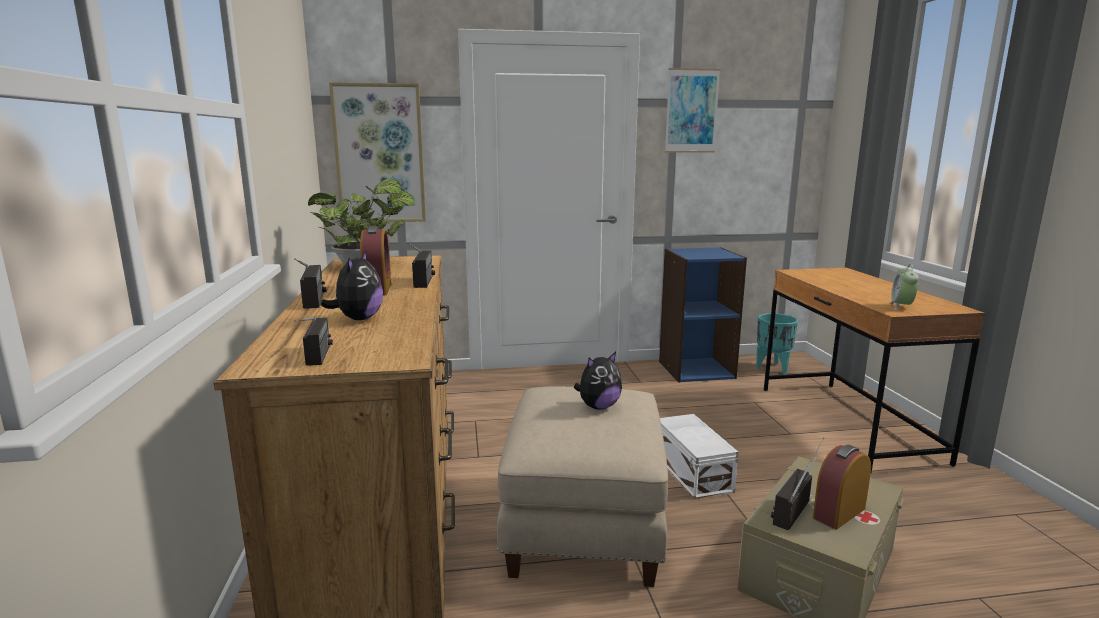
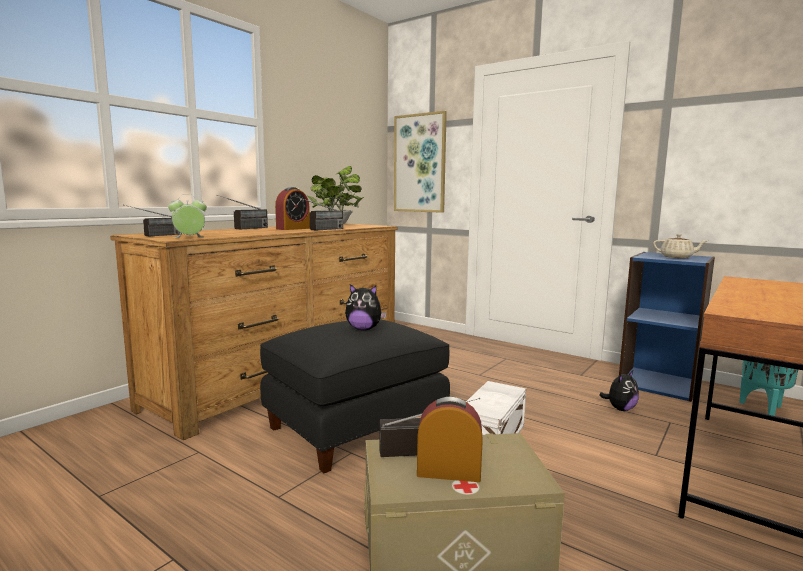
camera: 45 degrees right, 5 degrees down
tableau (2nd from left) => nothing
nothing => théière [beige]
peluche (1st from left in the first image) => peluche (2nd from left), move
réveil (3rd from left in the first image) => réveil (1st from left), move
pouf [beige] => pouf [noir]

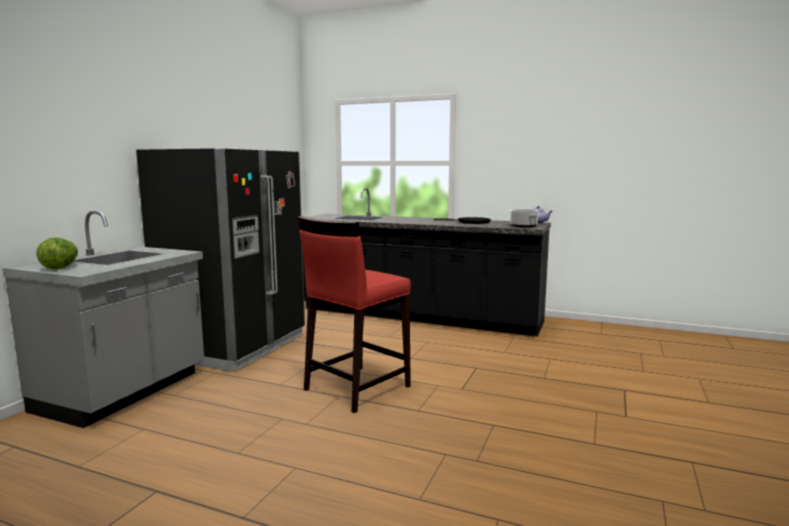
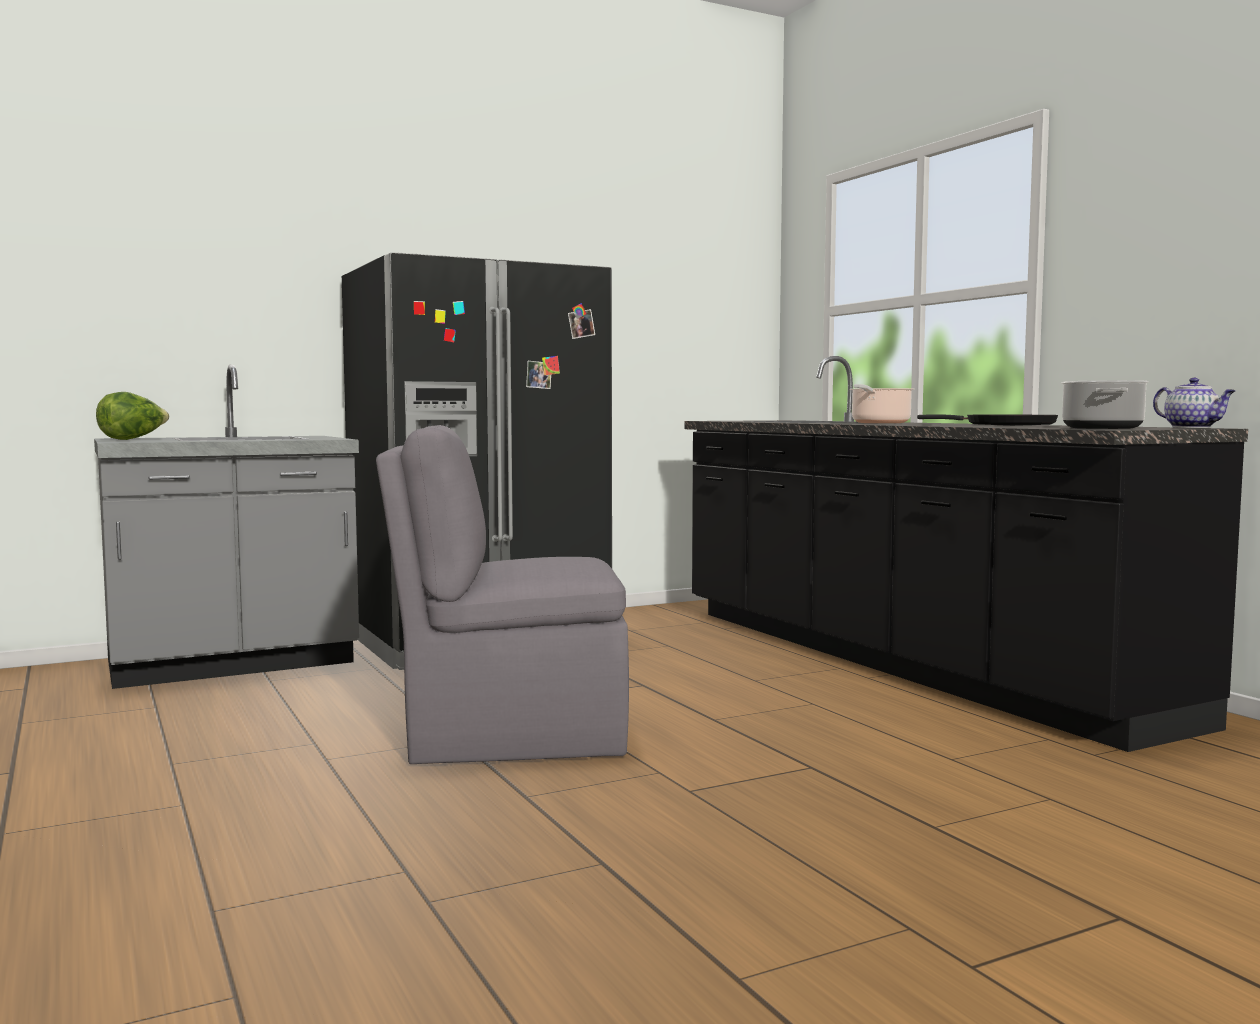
camera: 40 degrees right, 5 degrees down
nothing => marmite (1st from left)
tabouret [rouge] => chaise [gris]

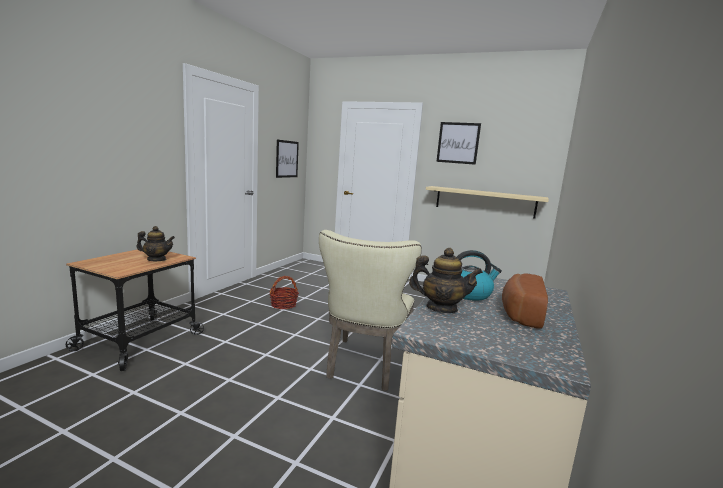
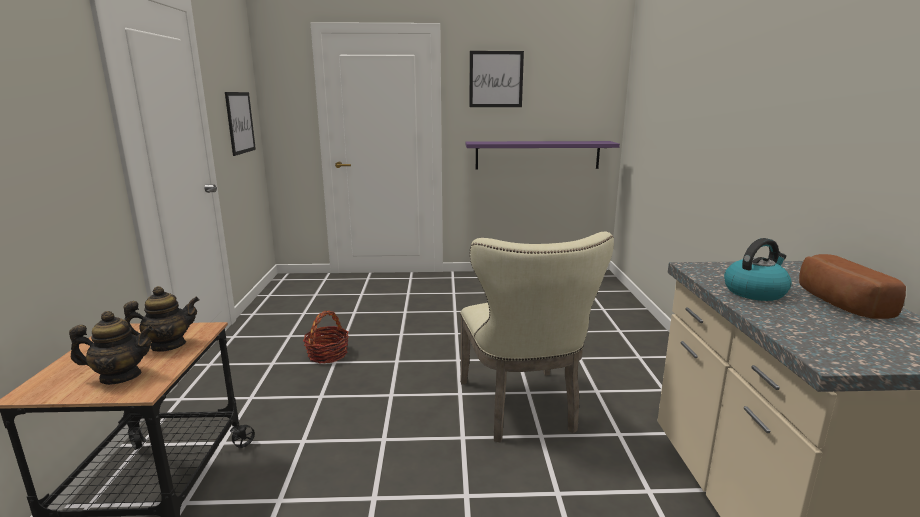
camera: 25 degrees left, 5 degrees up
théière (2nd from left in the first image) => théière (1st from left), move
étagère [beige] => étagère [violet]

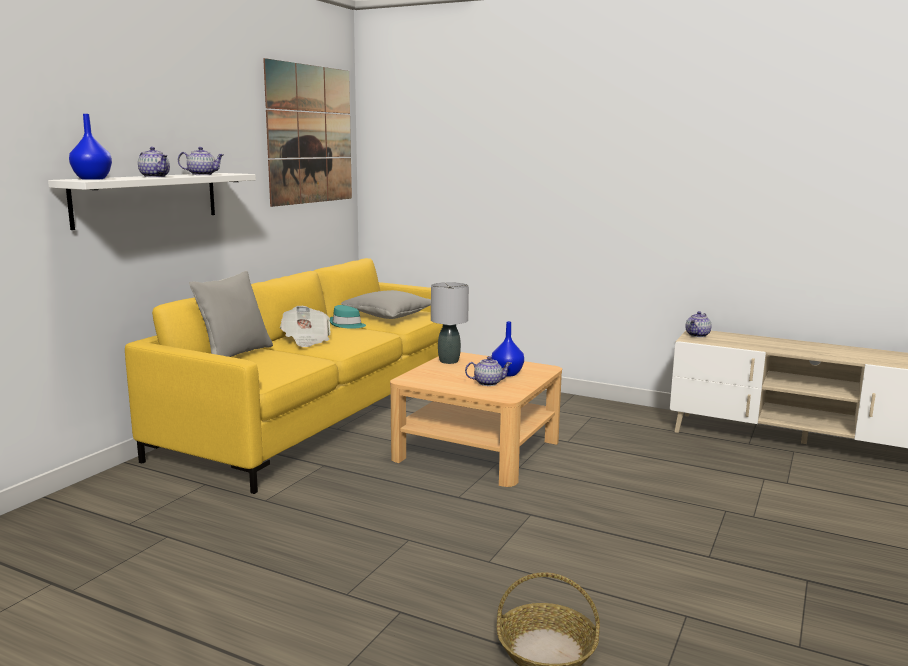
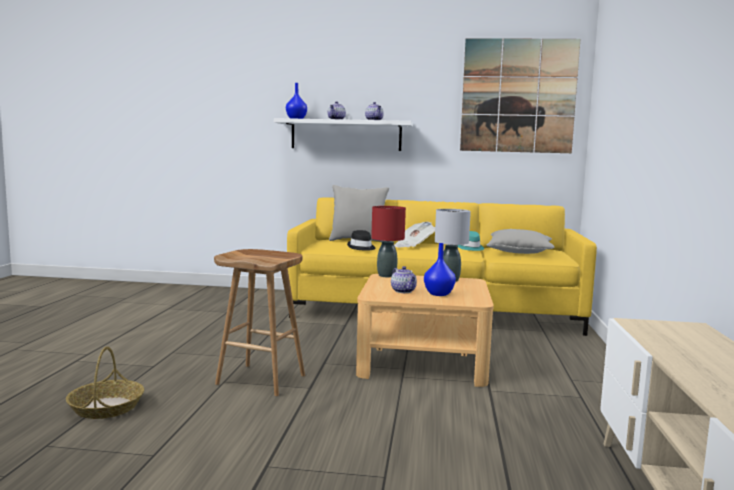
camera: 70 degrees right, 5 degrees down
théière (4th from left) => nothing
nothing => tabouret [marron]
nothing => chapeau [noir]
nothing => lampe de table [rouge]

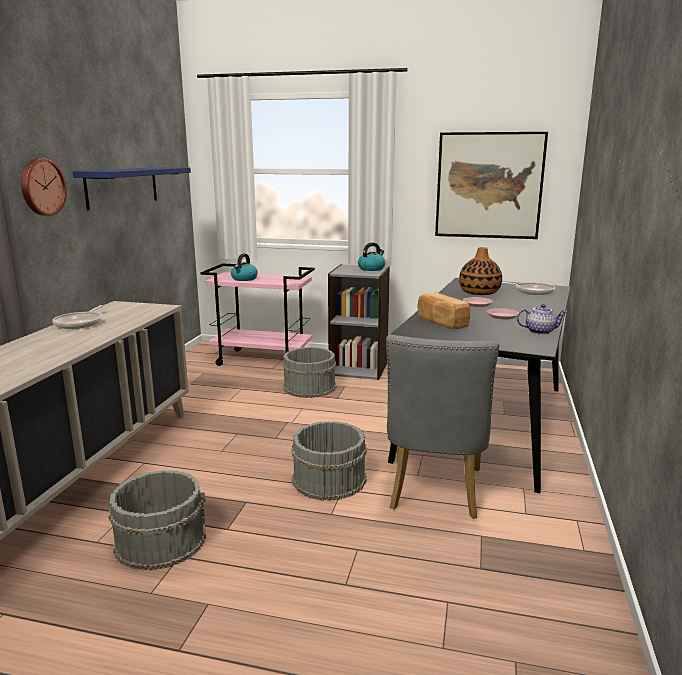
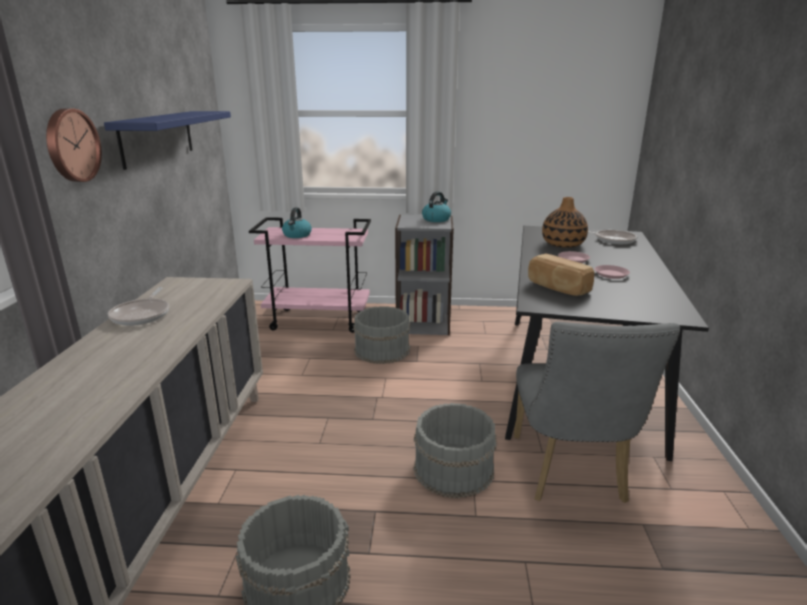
camera: 10 degrees left, 5 degrees up
tableau => nothing
théière => nothing

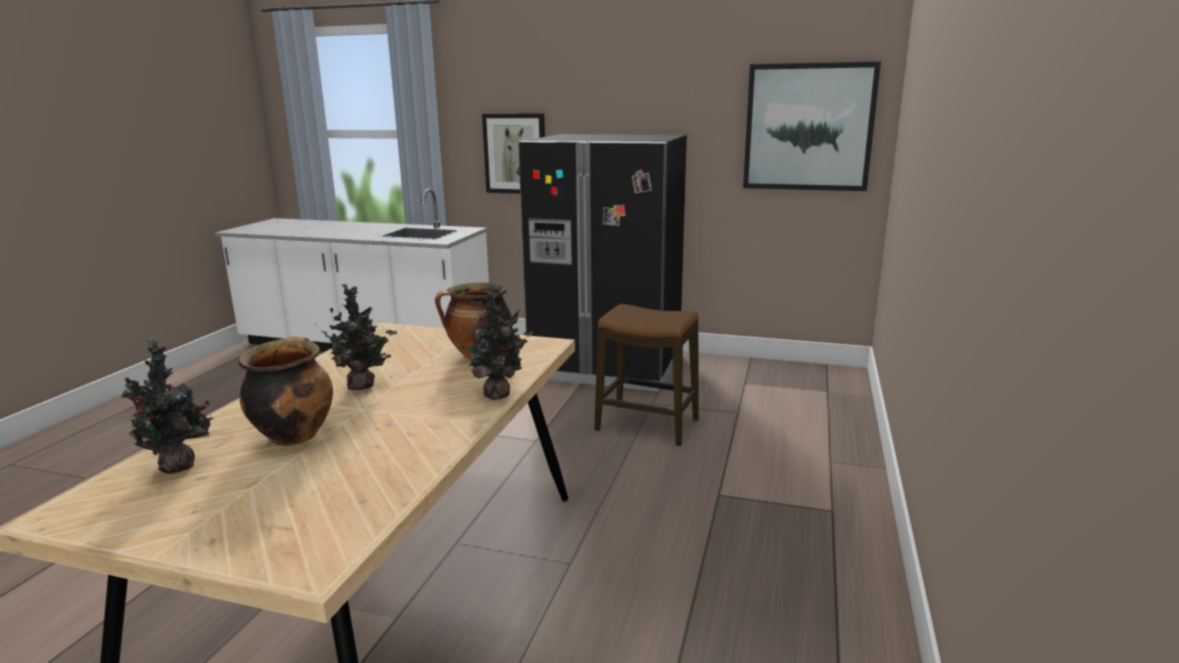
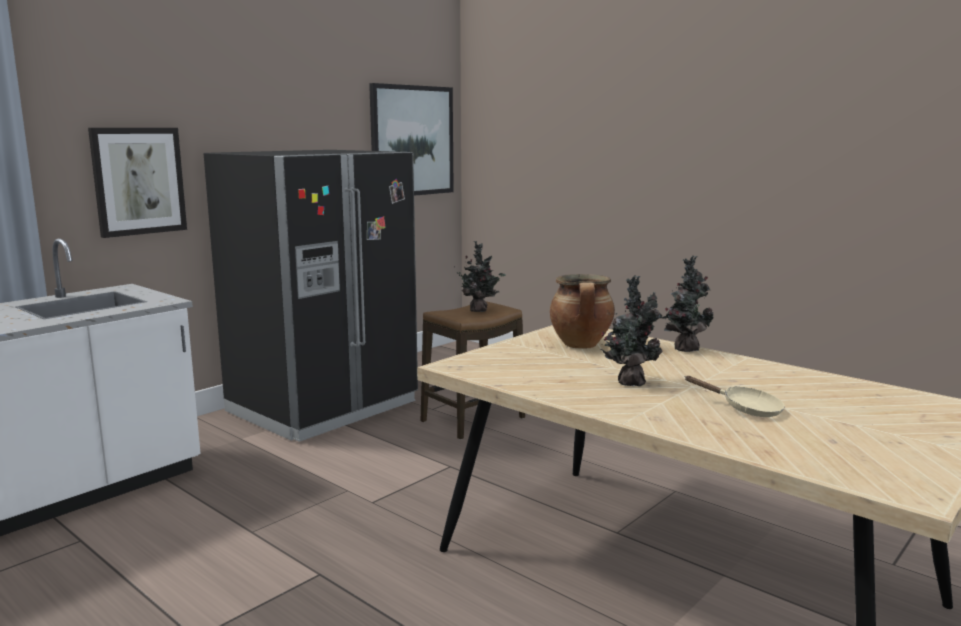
camera: 65 degrees left, 5 degrees down
plante en pot (1st from left), move
marmite (1st from left) => poêle [beige]

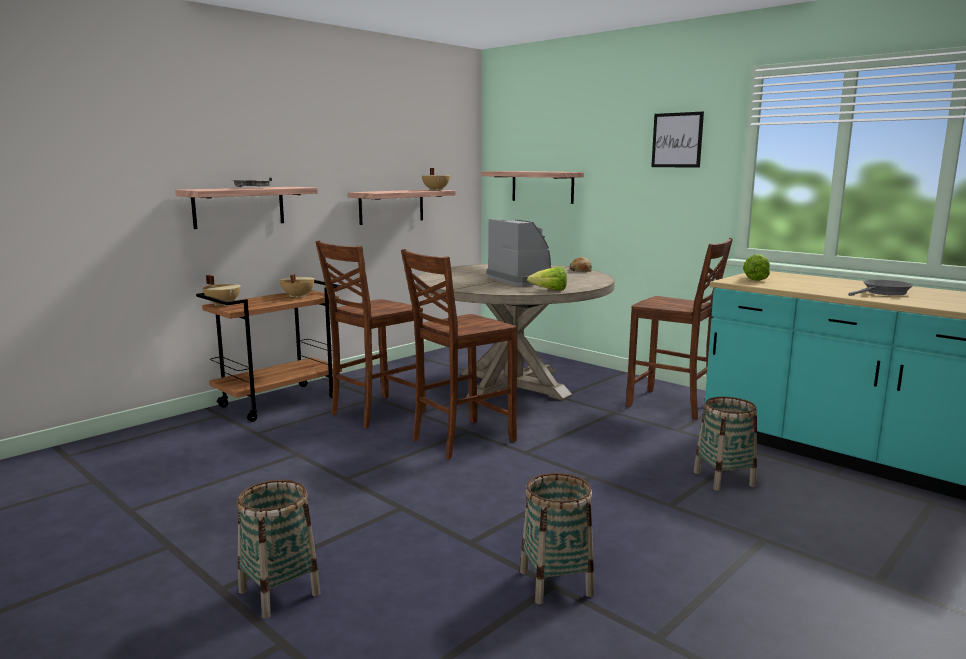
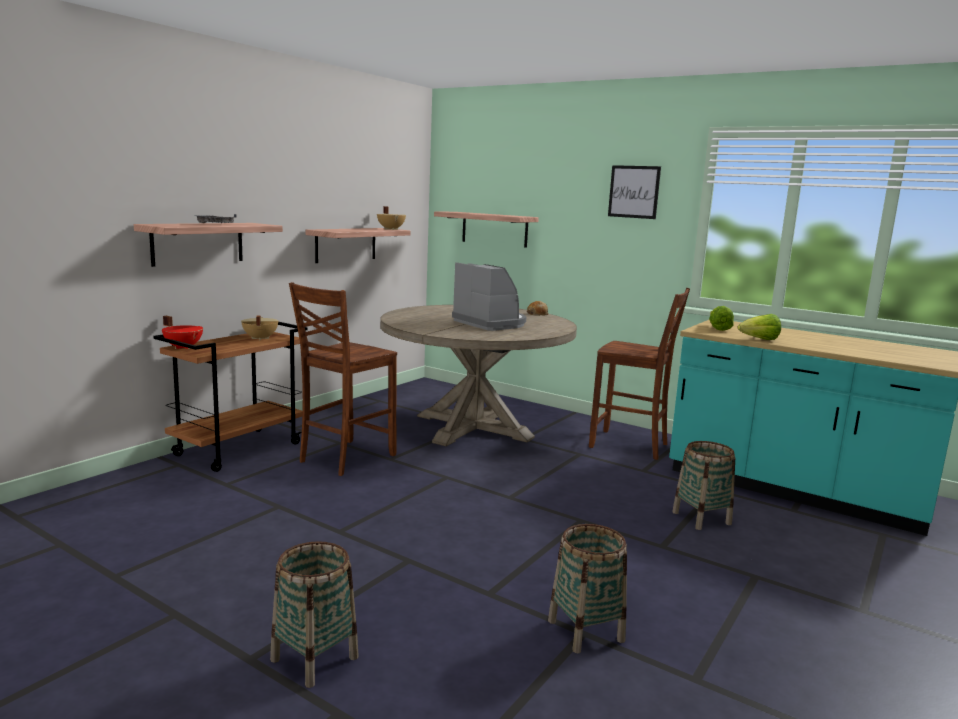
camera: 10 degrees left, 0 degrees up
chaise [marron] (2nd from left) => nothing
poêle [gris] => nothing
laitue (1st from left in the first image) => laitue (2nd from left), move
marmite [beige] (1st from left) => marmite [rouge]

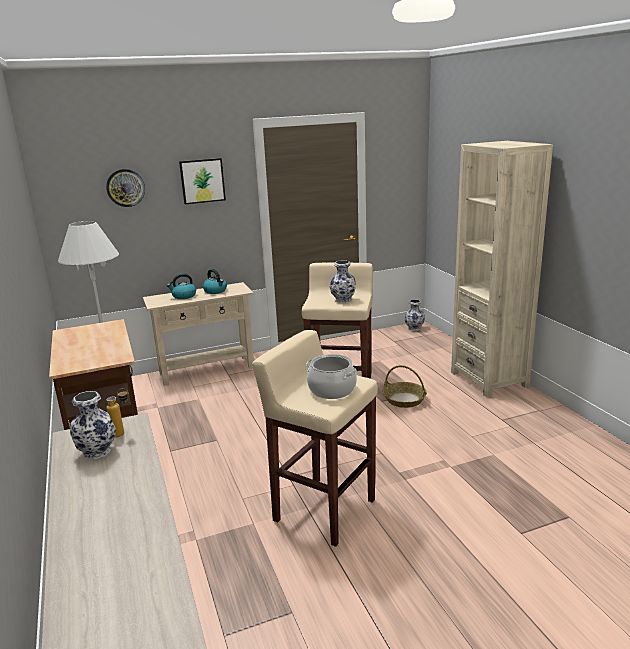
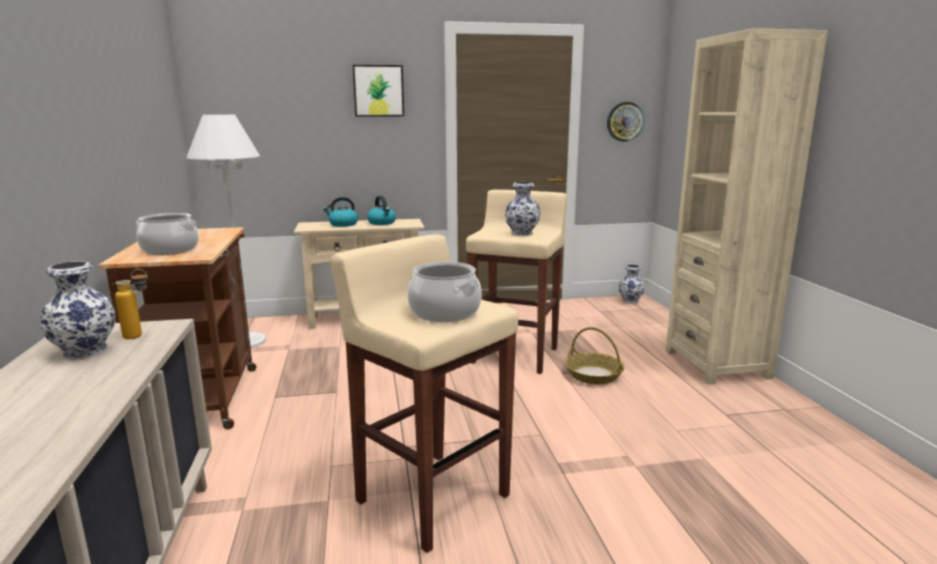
camera: 10 degrees right, 5 degrees down
nothing => marmite (1st from left)
horloge murale, move

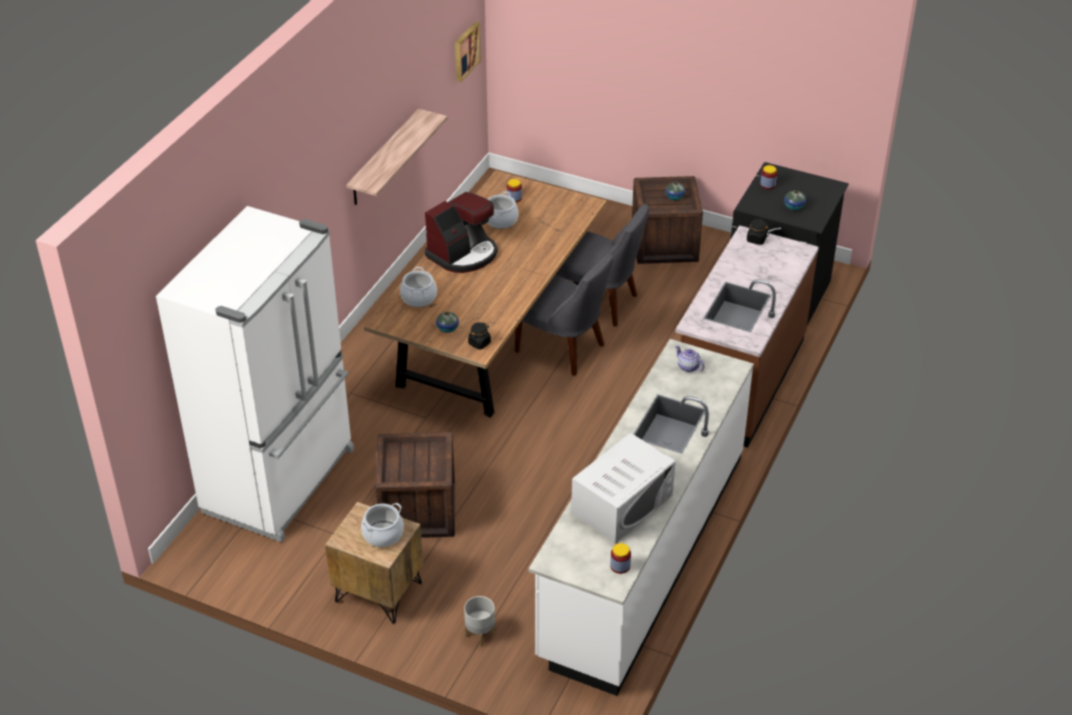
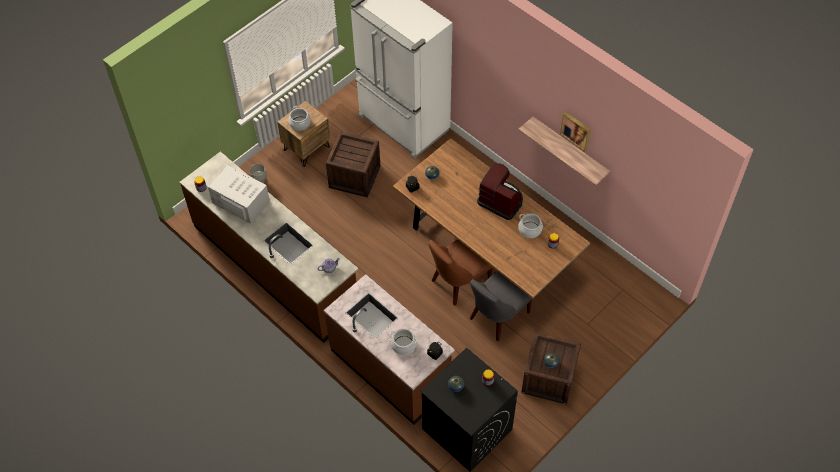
camera: 110 degrees right, 15 degrees up
marmite (2nd from left), move
tableau, move
chaise [gris] (1st from left) => chaise [marron]
comptoir de cuisine [blanc] => comptoir de cuisine [marron] (1st from left)
machine à café, 150 degrees clockwise
micro-ondes [blanc], 150 degrees clockwise

